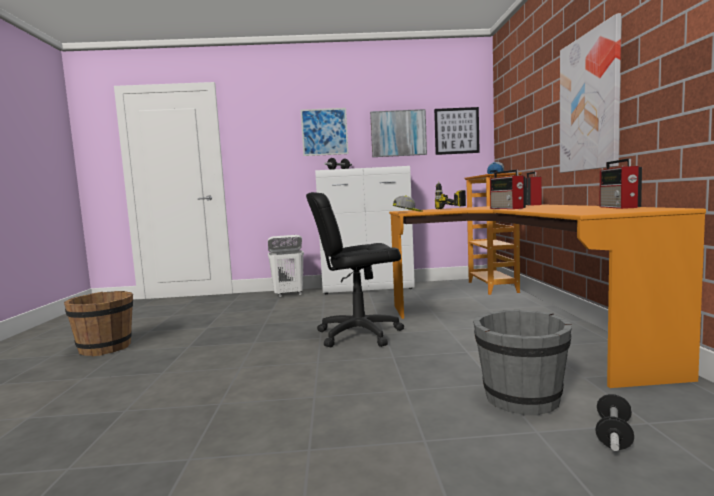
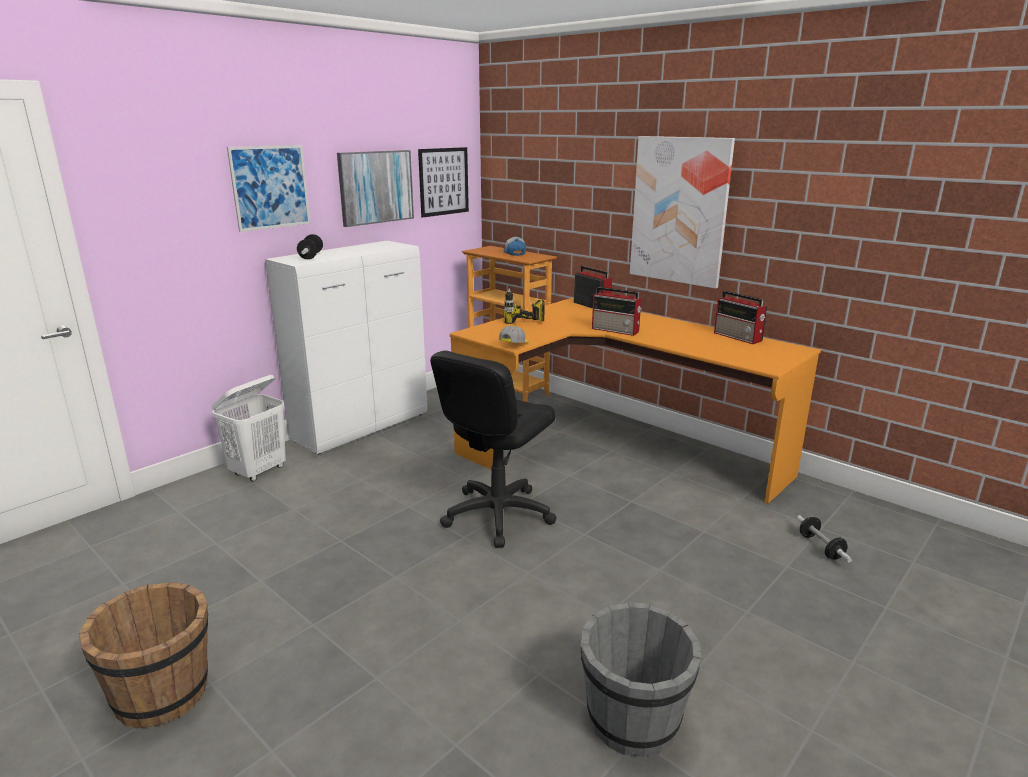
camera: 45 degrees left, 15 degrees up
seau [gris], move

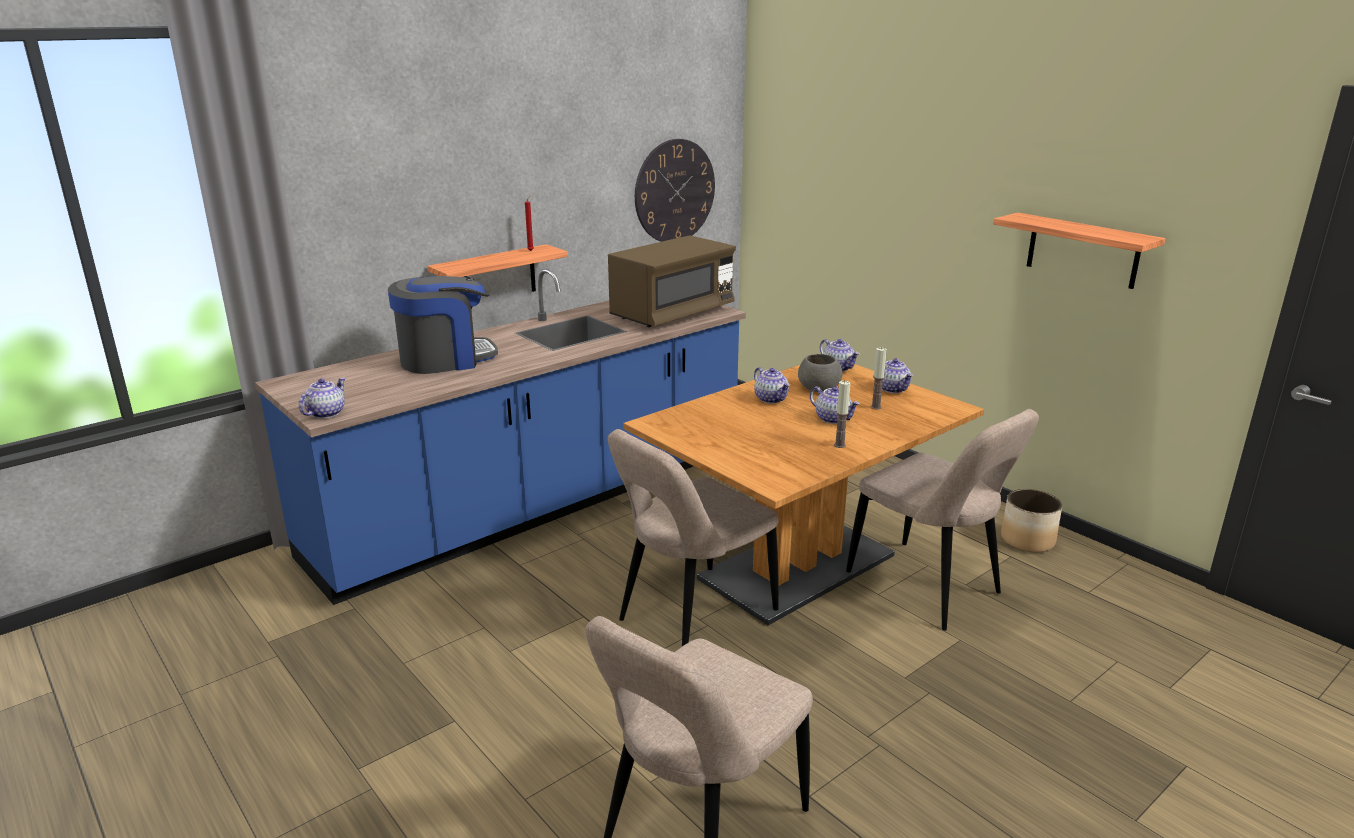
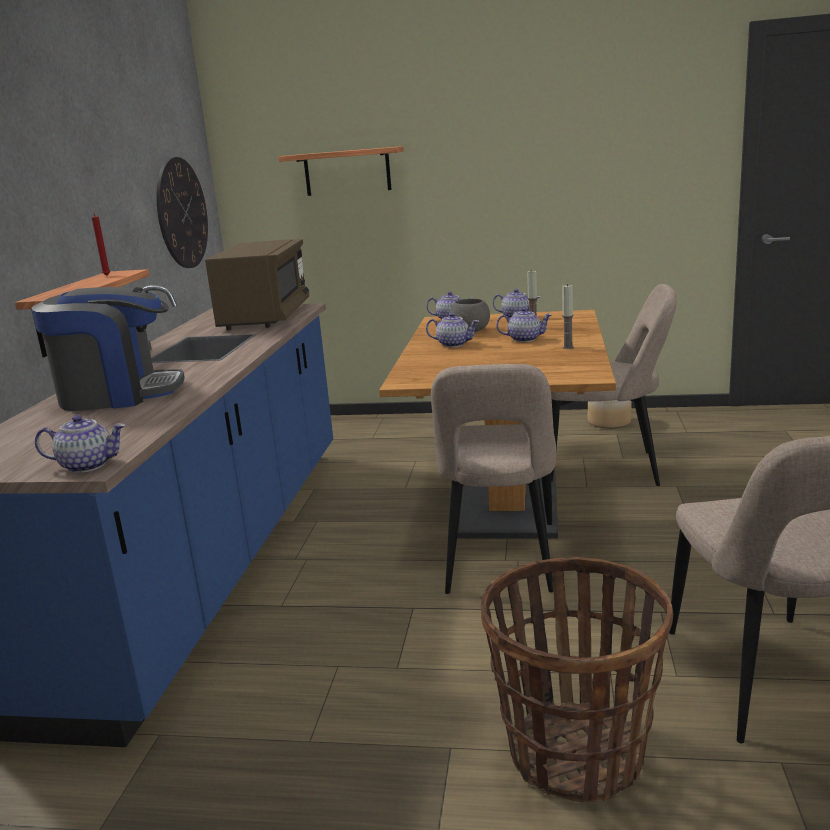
camera: 40 degrees left, 5 degrees down
nothing => panier
étagère (2nd from left), move
théière (1st from left), 105 degrees clockwise
machine à café, 60 degrees clockwise

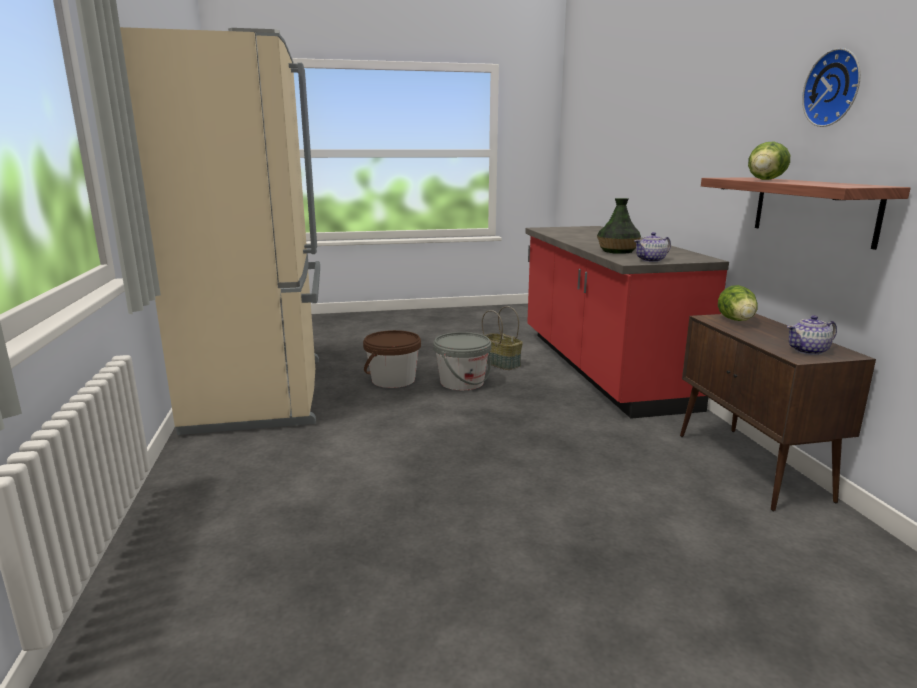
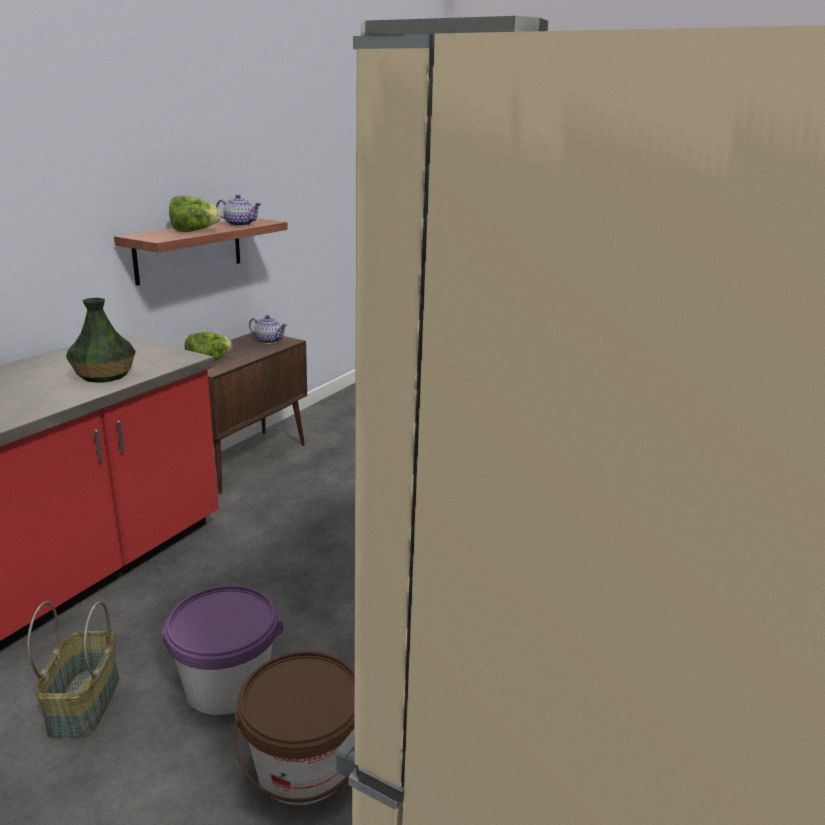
camera: 140 degrees left, 5 degrees up
horloge murale => nothing
théière (1st from left), move
seau [gris] => seau [violet]

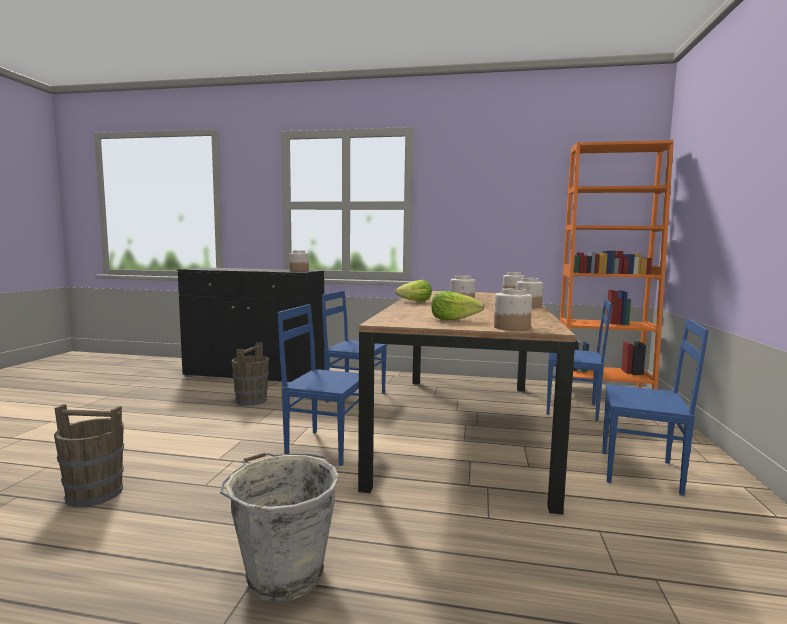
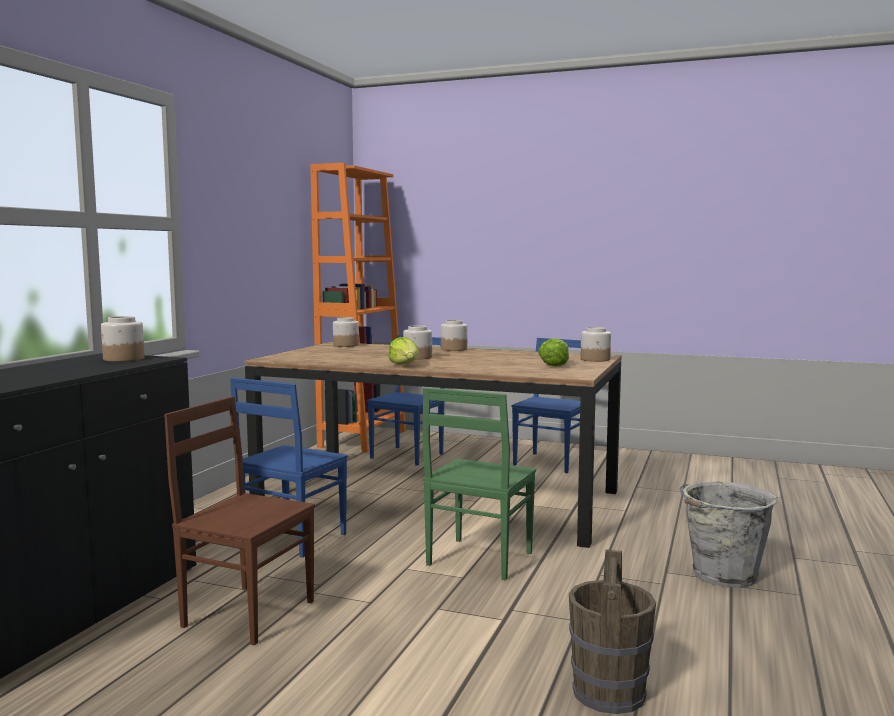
camera: 80 degrees left, 0 degrees up
seau [marron] (2nd from left) => chaise [marron]
chaise [bleu] (1st from left) => chaise [vert]

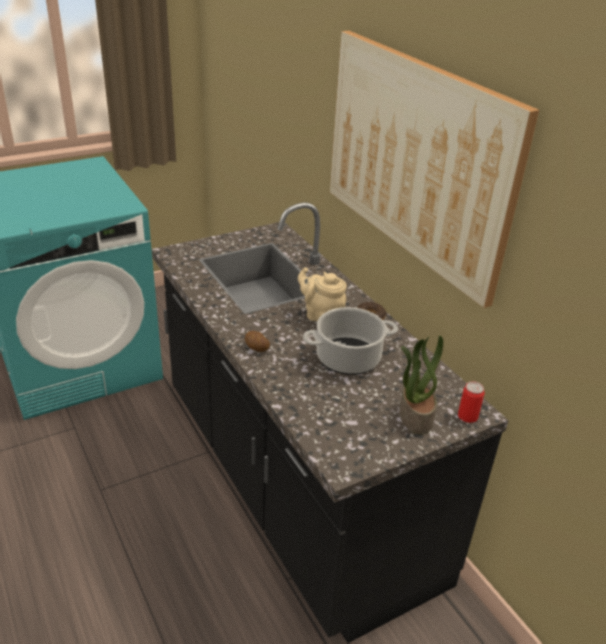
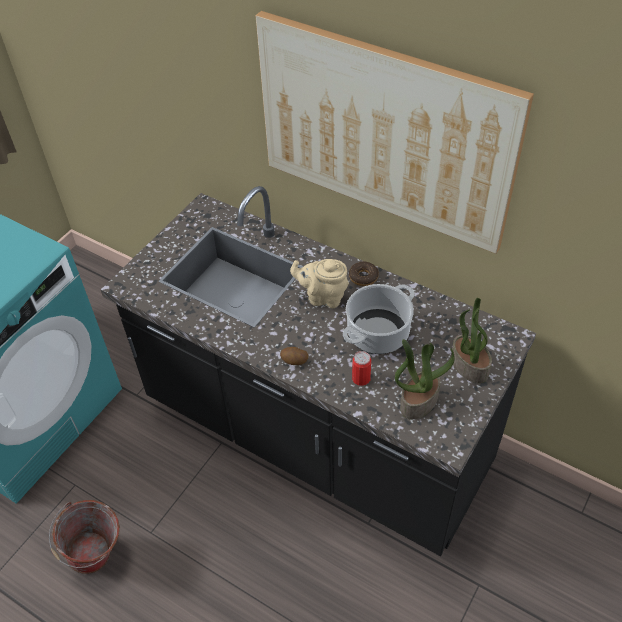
camera: 25 degrees left, 15 degrees up
nothing => seau
nothing => plante en pot (1st from left)
boîte métallique, move

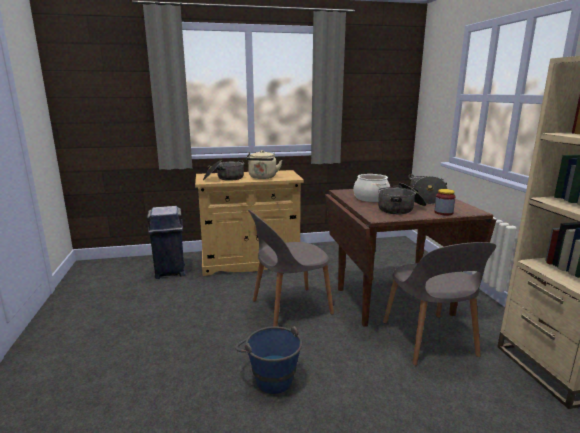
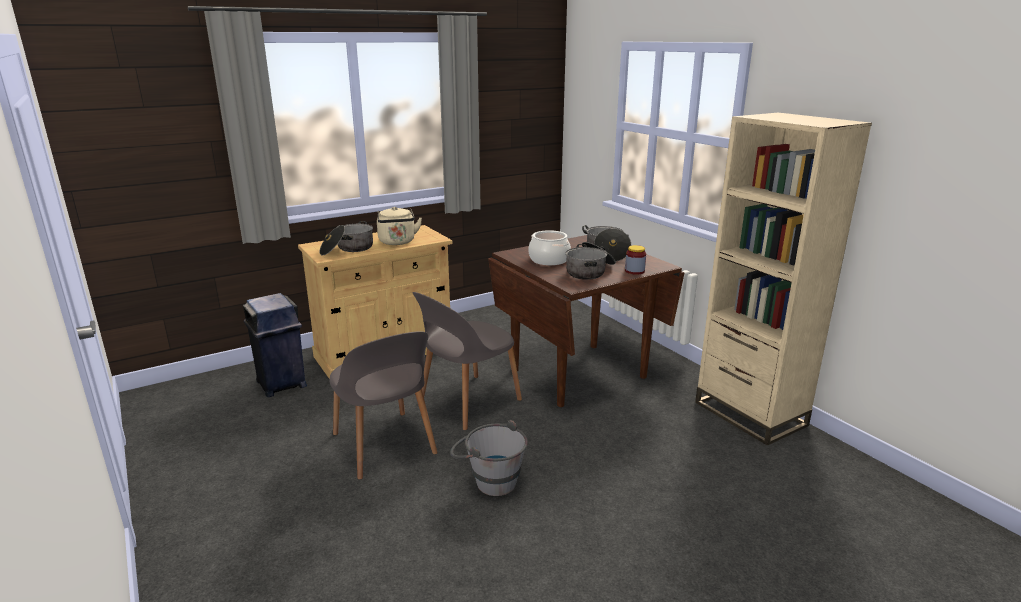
camera: 20 degrees left, 5 degrees up
chaise [gris] (2nd from left in the first image) => chaise [gris] (1st from left), move
seau [bleu] => seau [gris]

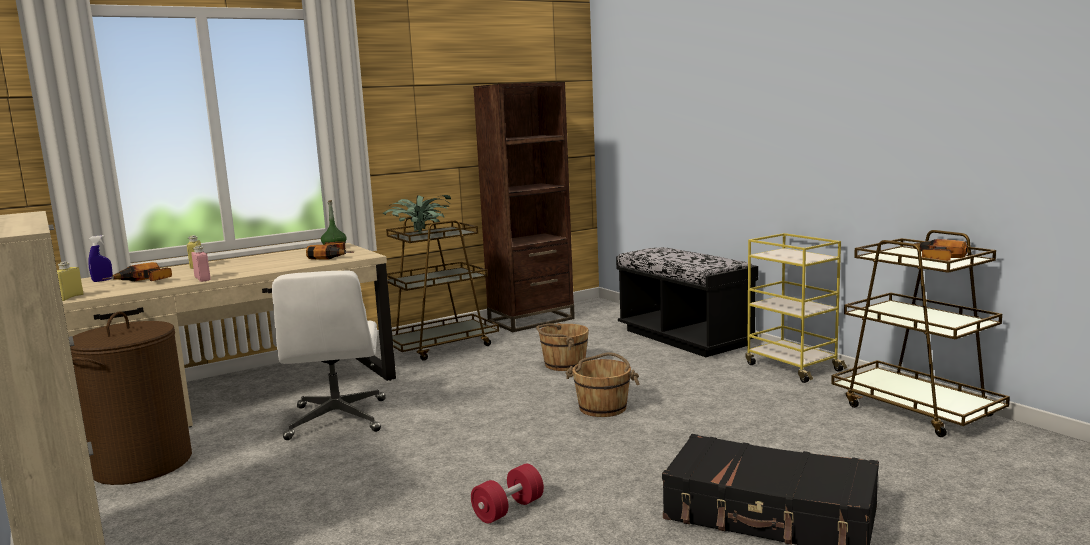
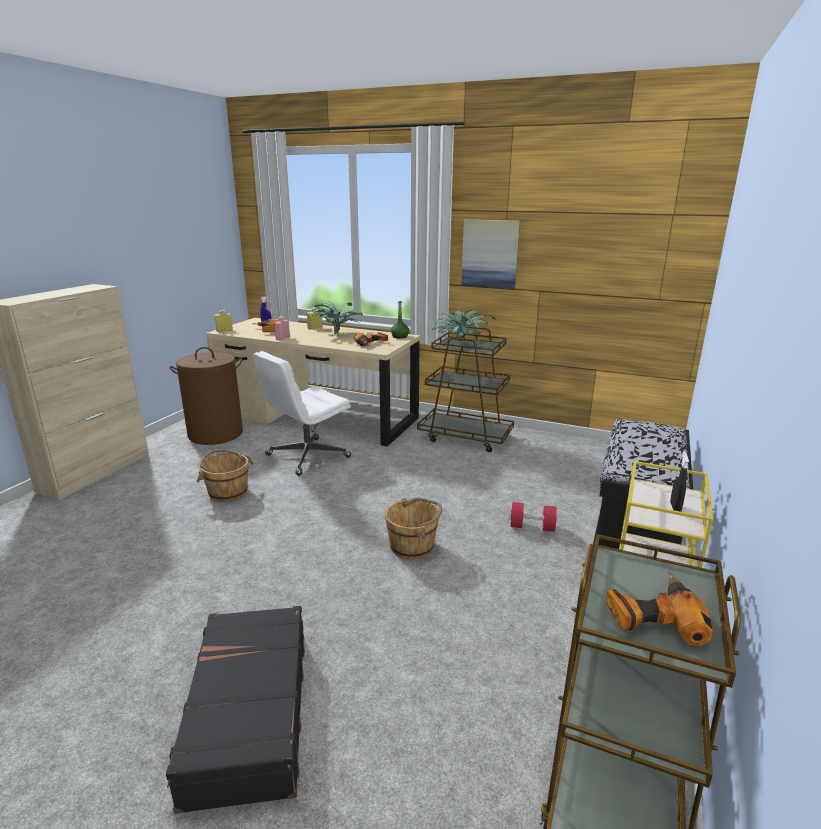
camera: 55 degrees right, 10 degrees up
bibliothèque [marron] => nothing
nothing => plante en pot (1st from left)
nothing => tableau
nothing => vaporisateur [noir]
haltère [rouge], move
seau [marron] (1st from left), move

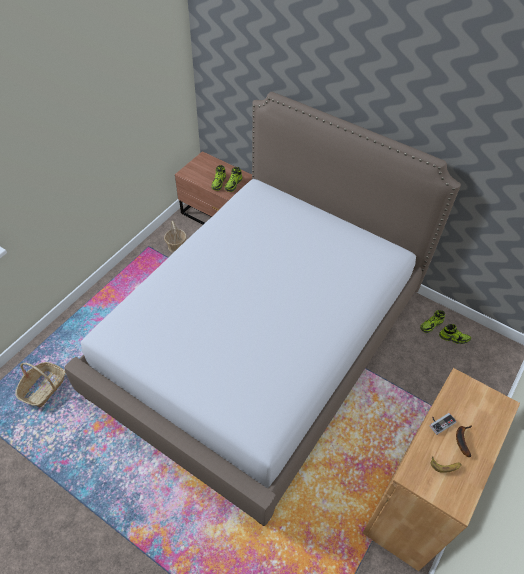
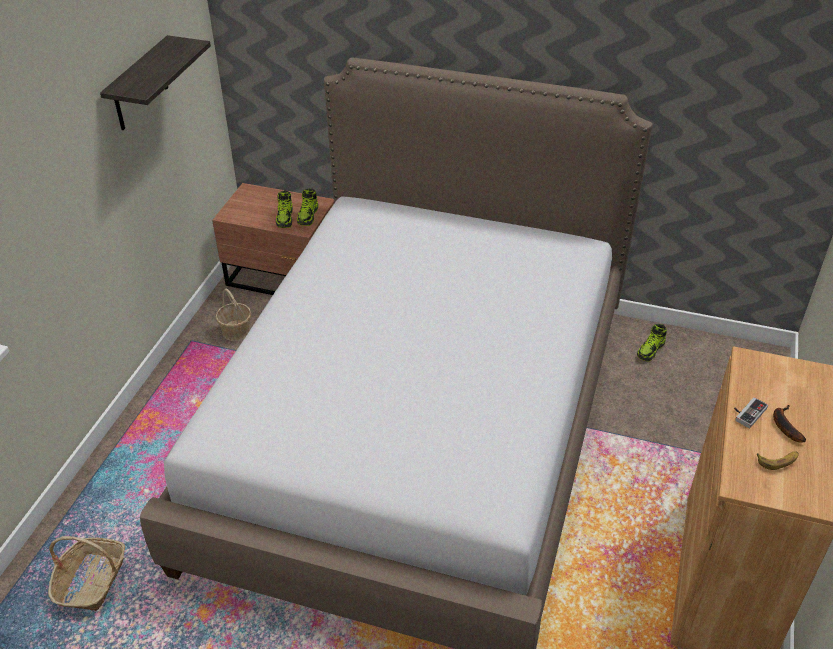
camera: 15 degrees left, 10 degrees down
chaussure (4th from left) => nothing
nothing => étagère

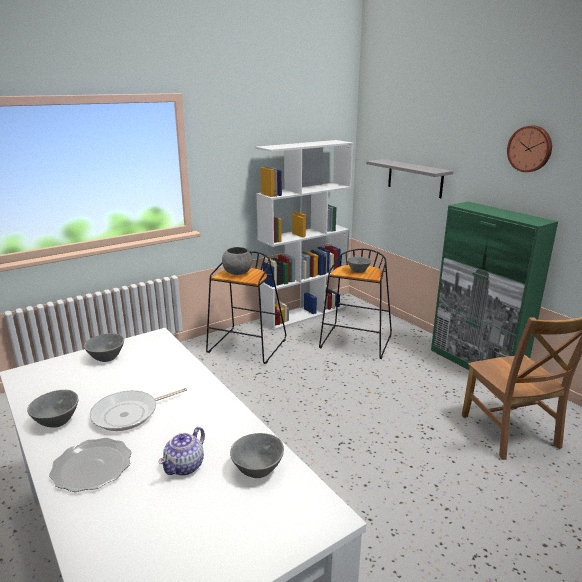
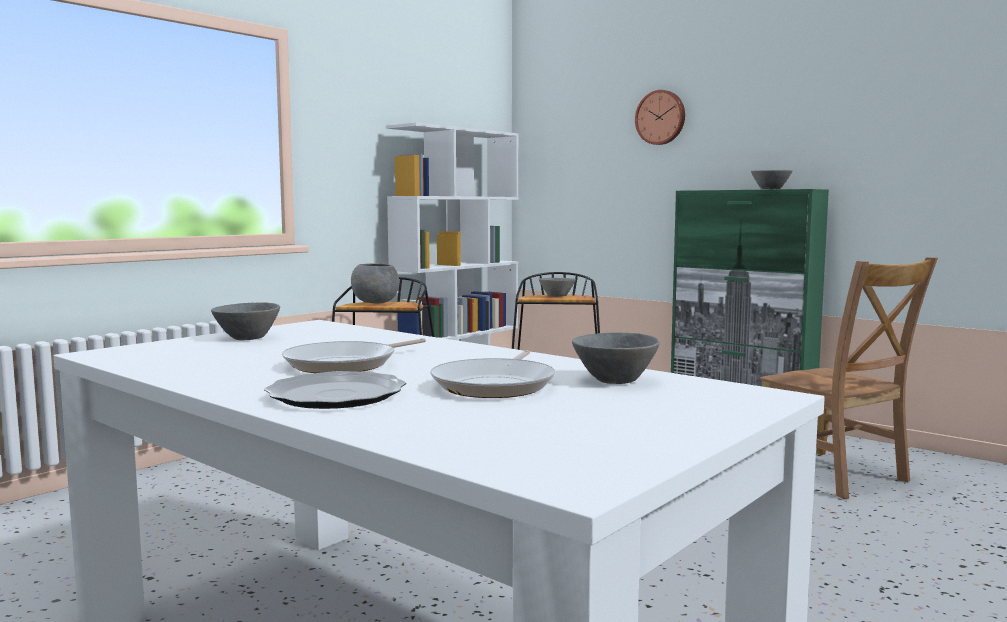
camera: 15 degrees left, 15 degrees down
étagère [gris] => nothing
bol [gris] (1st from left in the first image) => bol [gris] (5th from left), move
horloge murale, move
théière => poêle (2nd from left)

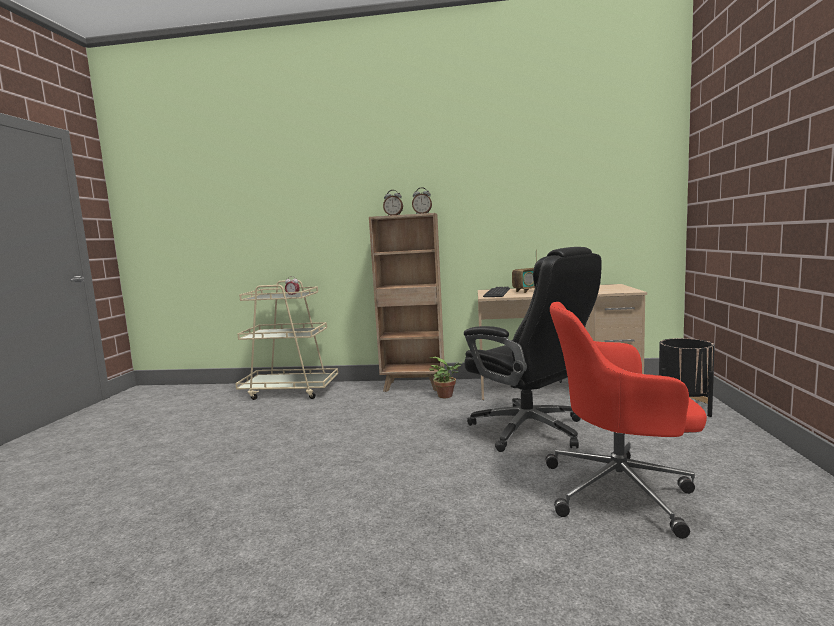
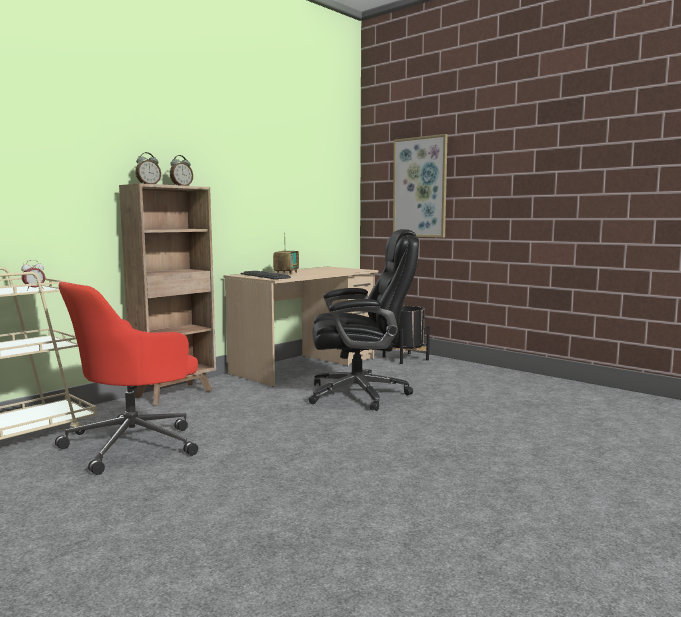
camera: 55 degrees left, 0 degrees up
plante en pot => nothing
nothing => tableau
chaise de bureau [rouge], move

